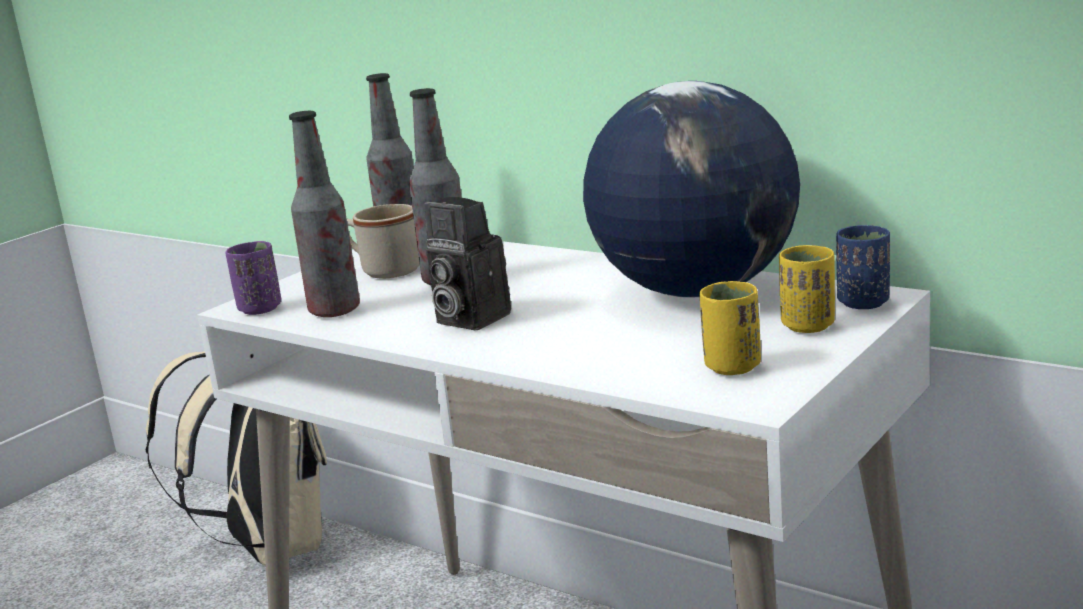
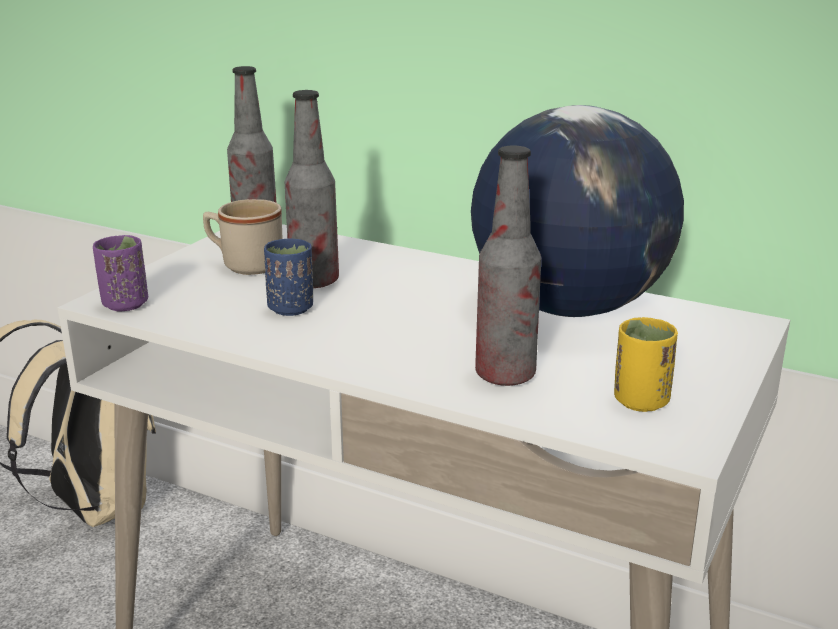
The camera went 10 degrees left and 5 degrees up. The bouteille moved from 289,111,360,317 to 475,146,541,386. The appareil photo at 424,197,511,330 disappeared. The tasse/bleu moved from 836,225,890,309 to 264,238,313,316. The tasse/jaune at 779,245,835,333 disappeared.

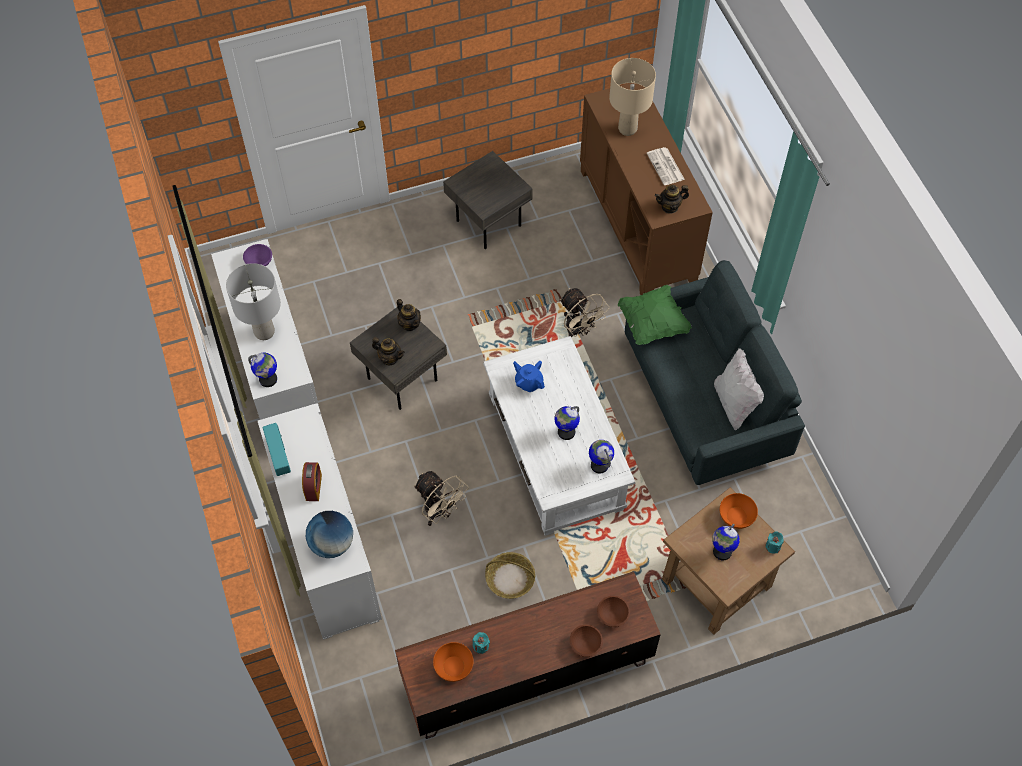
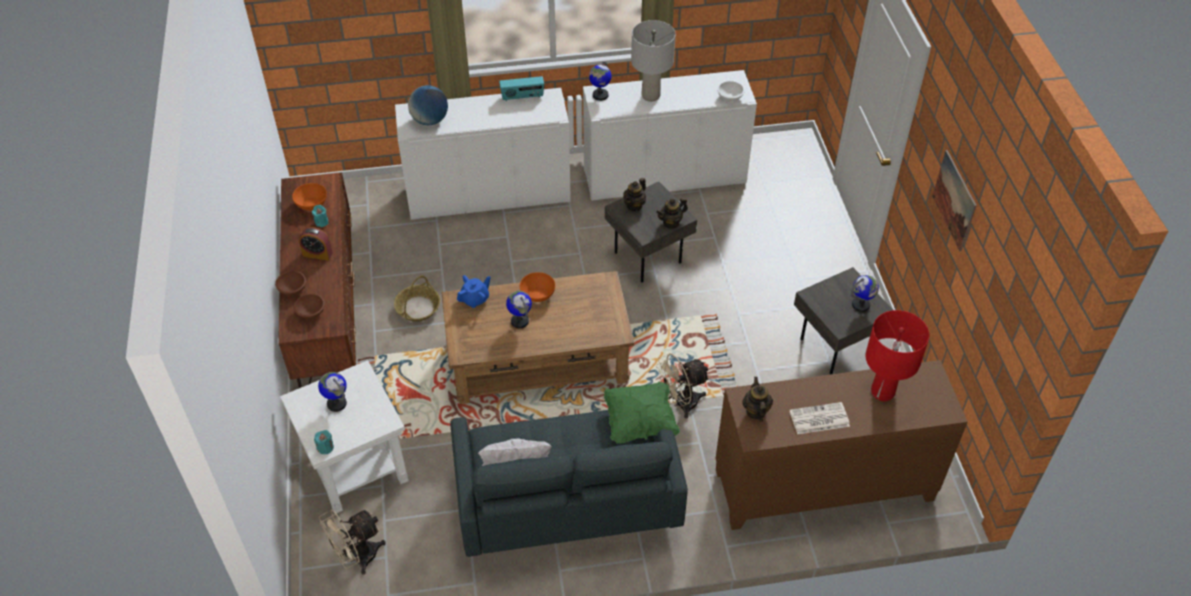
The camera went 100 degrees right and 10 degrees down. The lampe de table/beige at 609,58,656,136 became the lampe de table/rouge at 865,310,929,401. The bol/violet at 243,244,272,266 became the bol/blanc at 717,81,745,101. The table basse/blanc at 483,336,635,536 became the table basse/marron at 441,271,634,404. The théière/bleu moved from 513,361,545,392 to 457,275,491,308. The globe moved from 589,440,614,474 to 851,275,879,312. The réveil moved from 302,462,322,501 to 299,227,333,261. The ventilateur/beige moved from 414,471,468,526 to 319,509,386,575. The table d'appoint/marron at 662,487,795,635 became the table d'appoint/blanc at 280,360,409,514. The bol/orange moved from 720,493,758,529 to 520,272,555,302. The tableau at 932,150,977,251 appeared.

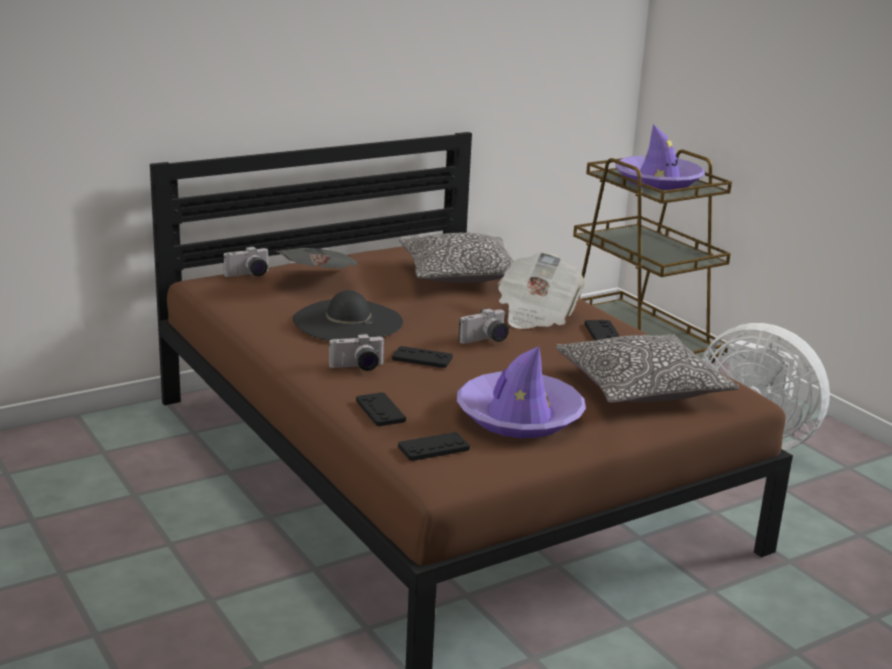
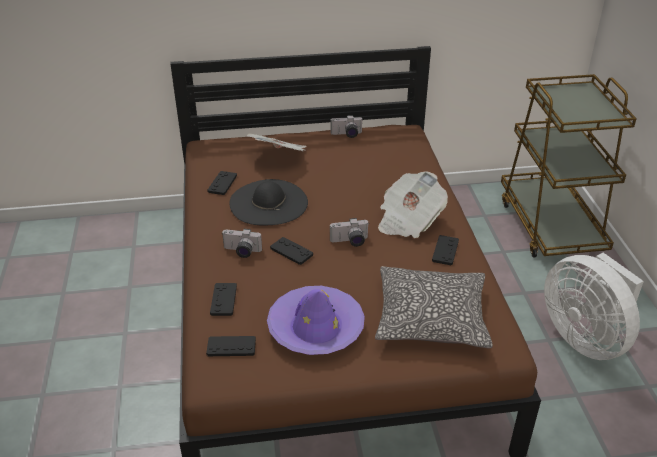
The camera went 25 degrees right and 15 degrees up. The chapeau/violet at 615,124,705,190 disappeared. The coussin at 399,233,514,283 disappeared. The appareil photo moved from 223,246,268,277 to 330,115,363,138. The manette/noir at 207,171,237,195 appeared.

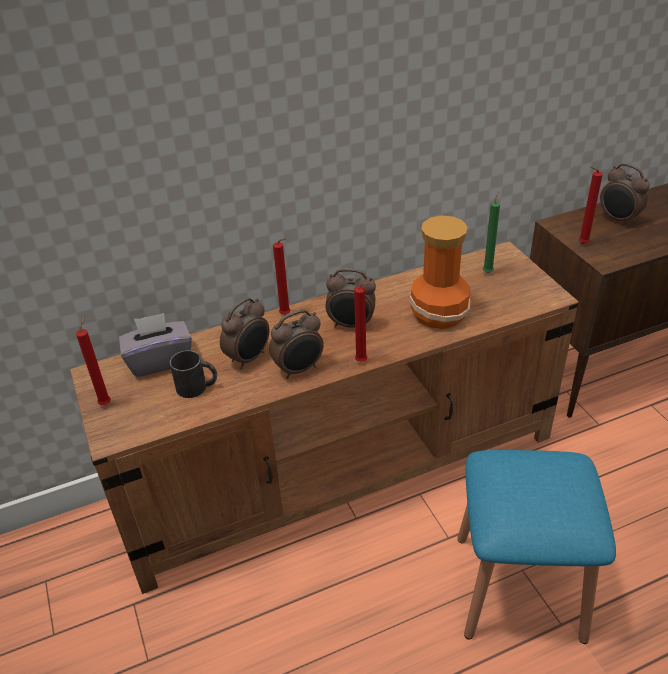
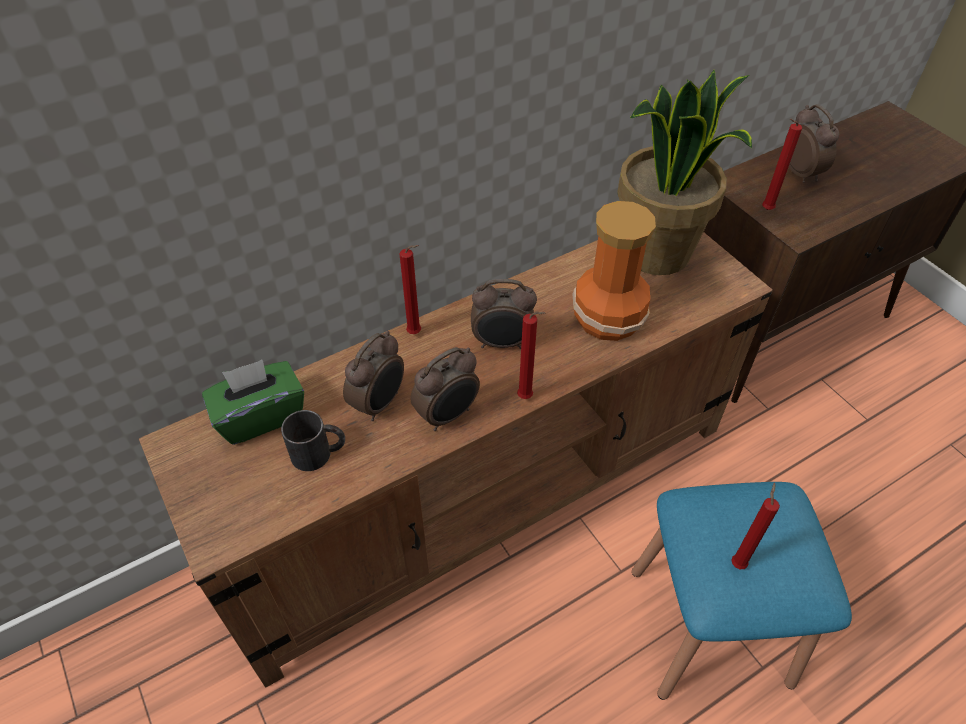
The camera went 10 degrees left and 10 degrees up. The réveil at 600,163,650,226 turned 150 degrees counterclockwise. The bougie/vert at 483,191,500,273 was replaced by the plante en pot at 617,70,752,275. The boîte à mouchoirs/gris at 119,313,192,377 became the boîte à mouchoirs/vert at 202,359,304,445. The bougie/rouge moved from 76,317,111,405 to 731,483,780,569.

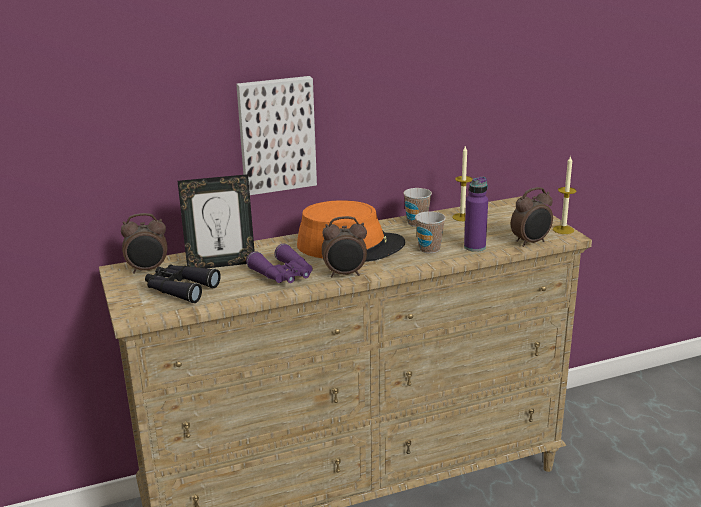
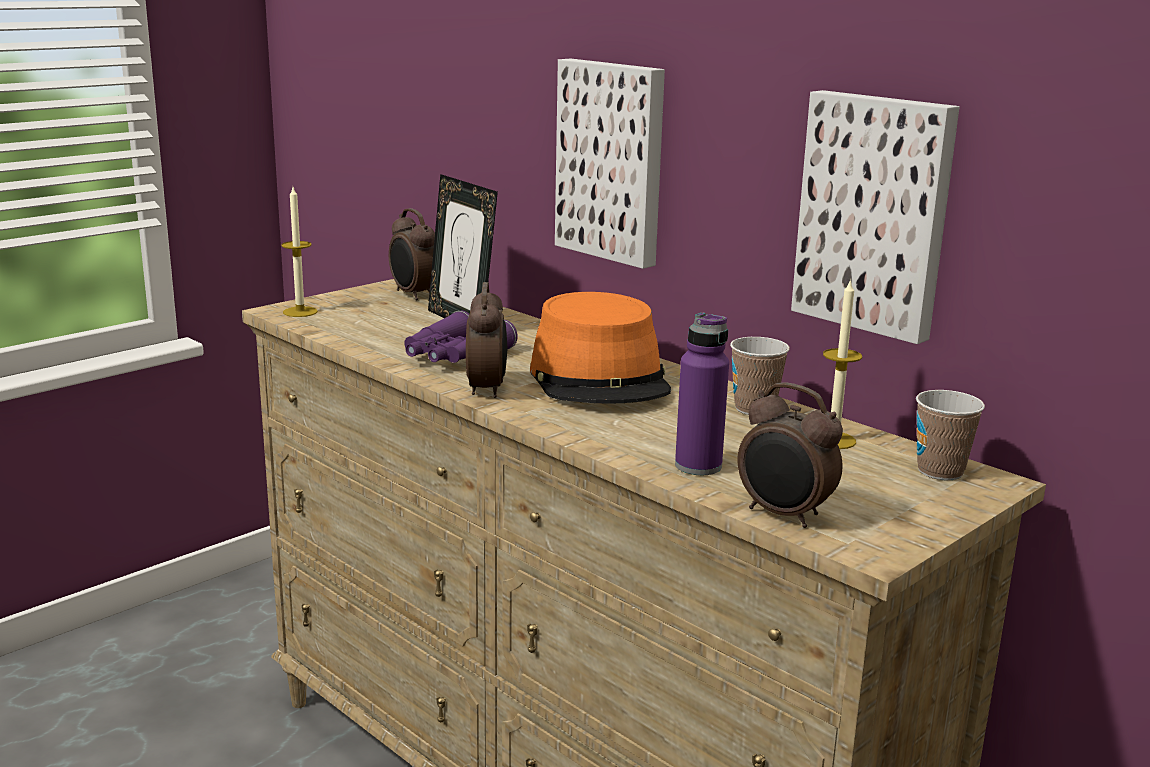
The camera went 65 degrees right and 5 degrees down. The bougie moved from 553,155,577,234 to 281,187,318,317. The tasse moved from 415,211,446,254 to 916,390,985,480. The réveil at 322,216,367,277 turned 150 degrees counterclockwise. The jumelles/noir at 145,264,221,303 disappeared. The tableau at 791,90,960,344 appeared.

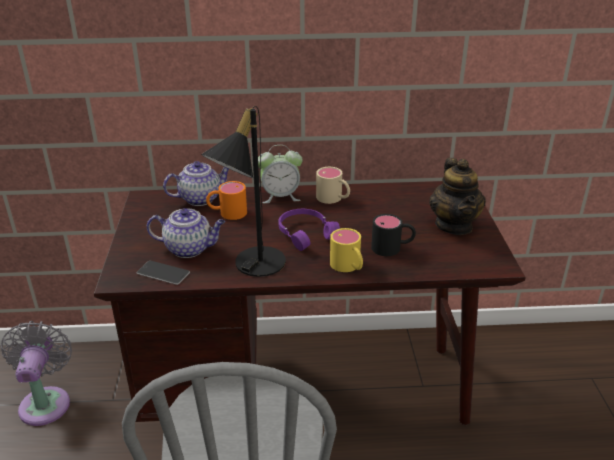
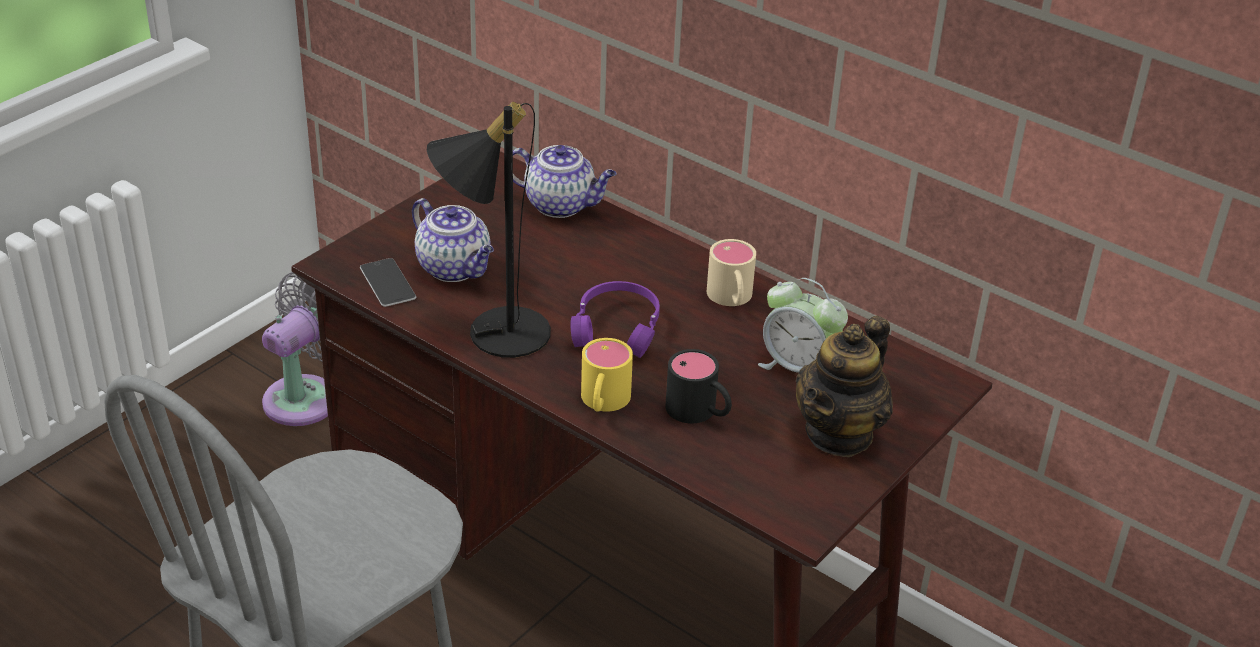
The camera went 40 degrees right and 5 degrees up. The réveil moved from 258,145,303,203 to 758,278,848,373. The mug/orange at 206,181,247,220 disappeared.

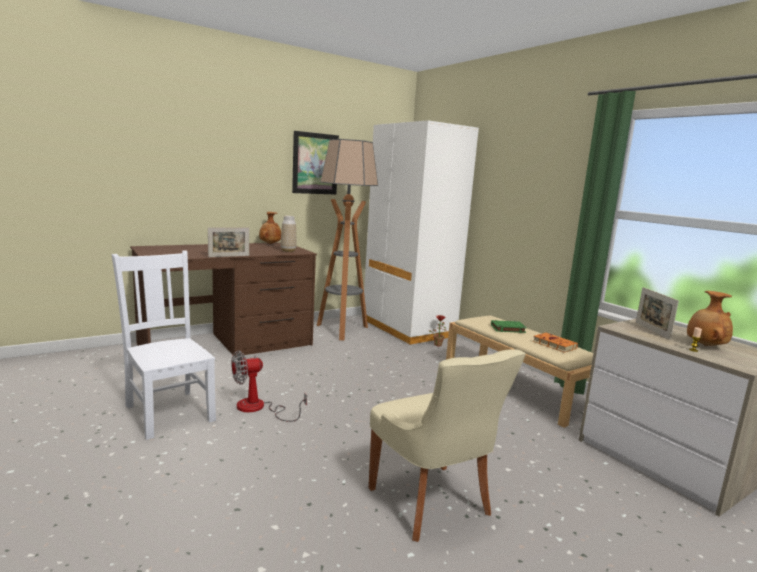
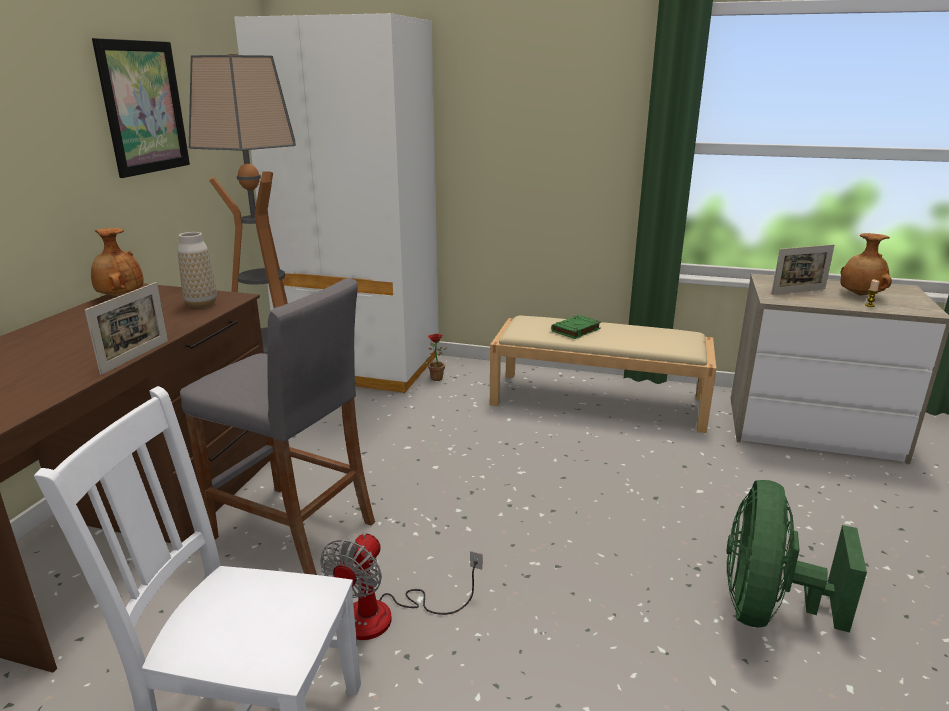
The camera went 40 degrees left and 10 degrees up. The cadre photo at 636,287,679,340 turned 60 degrees counterclockwise. The livre/orange at 533,333,578,353 disappeared. The chaise/beige at 369,349,526,542 was replaced by the ventilateur/vert at 727,480,867,632. The tabouret/gris at 180,278,375,575 appeared.

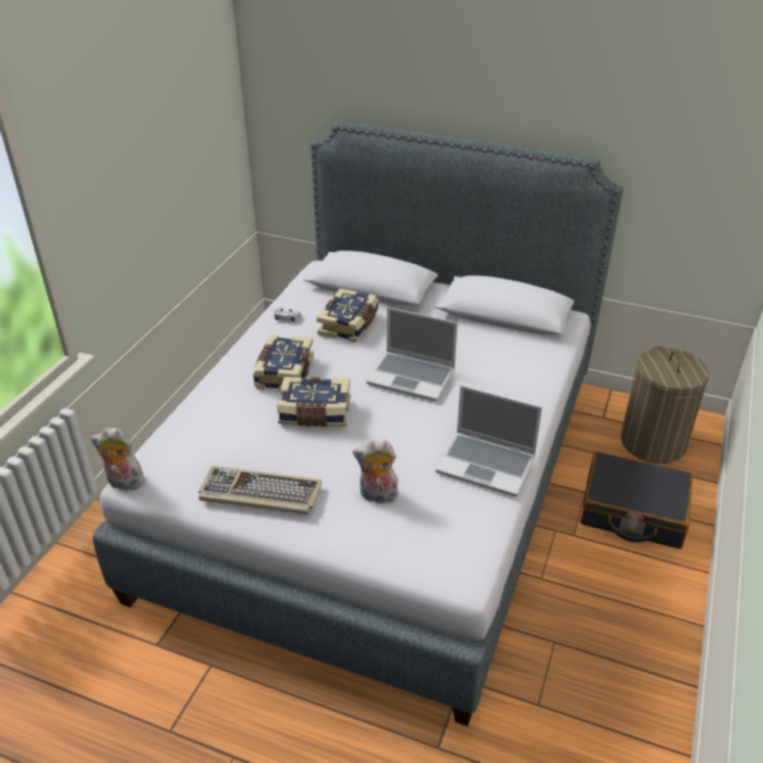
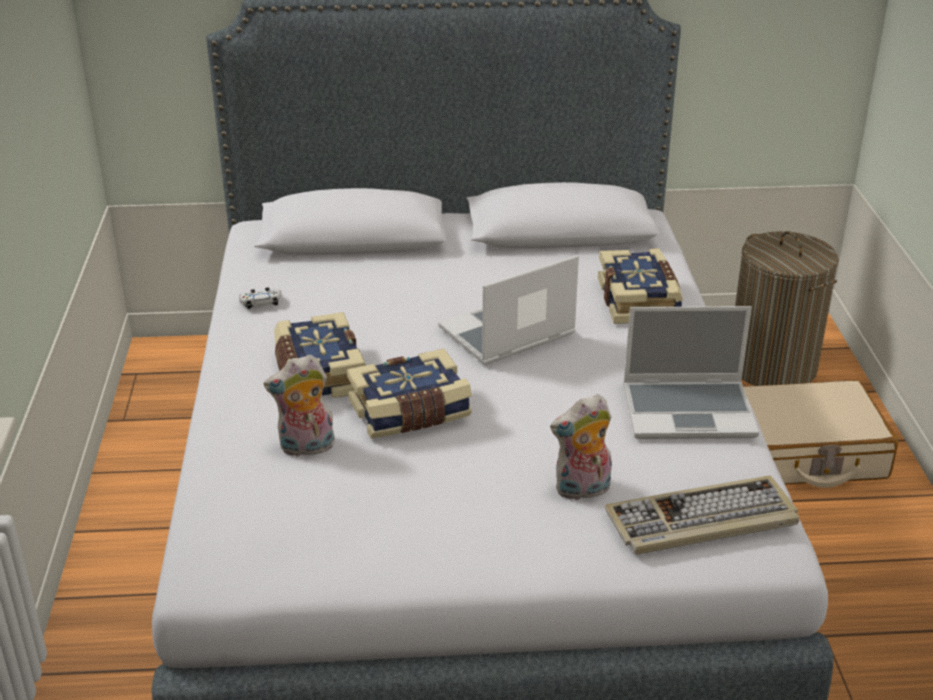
The camera went 25 degrees left and 5 degrees down. The livre moved from 317,288,378,343 to 598,248,683,324. The ordinateur portable at 367,307,458,401 turned 150 degrees clockwise. The peluche moved from 90,428,145,491 to 264,355,336,457. The valise/noir at 580,451,693,549 became the valise/beige at 743,380,898,488. The clavier moved from 199,466,322,515 to 604,475,799,555.

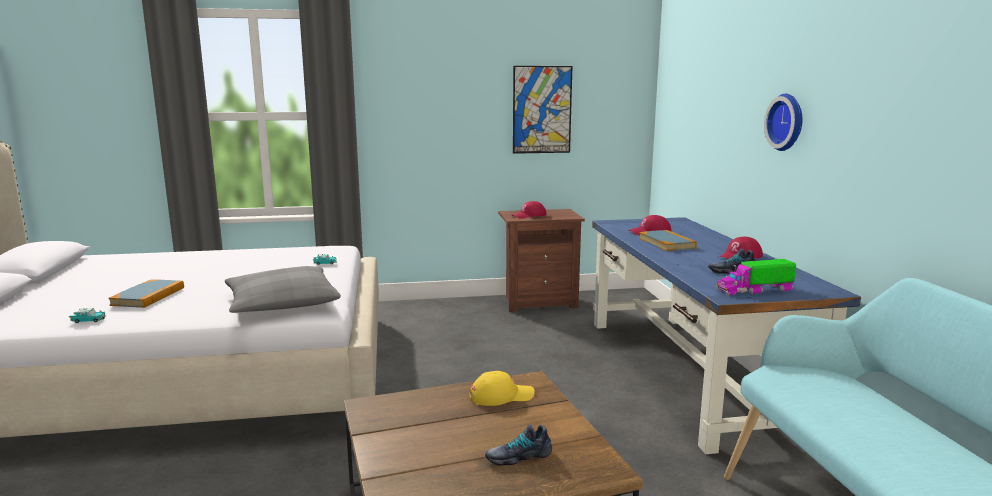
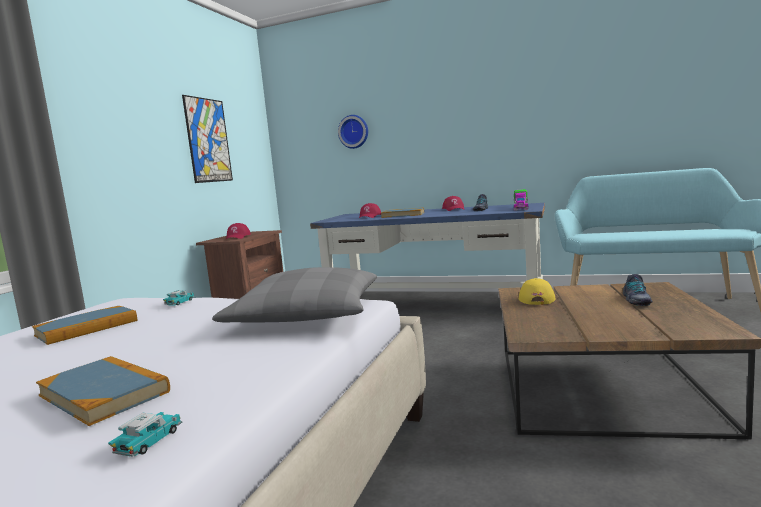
The camera went 60 degrees left and 5 degrees down. The horloge murale moved from 764,94,802,151 to 338,115,368,149. The livre at 32,306,137,345 appeared.

